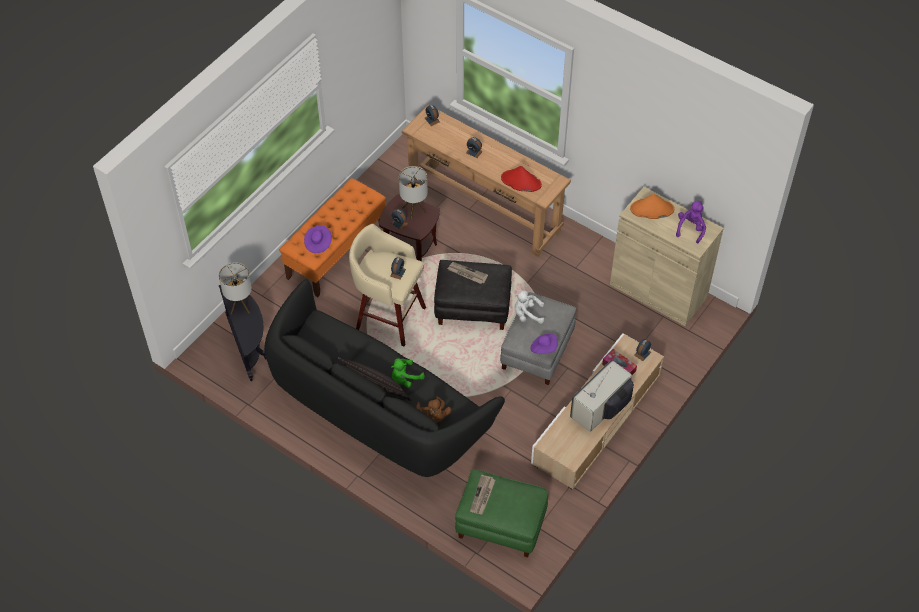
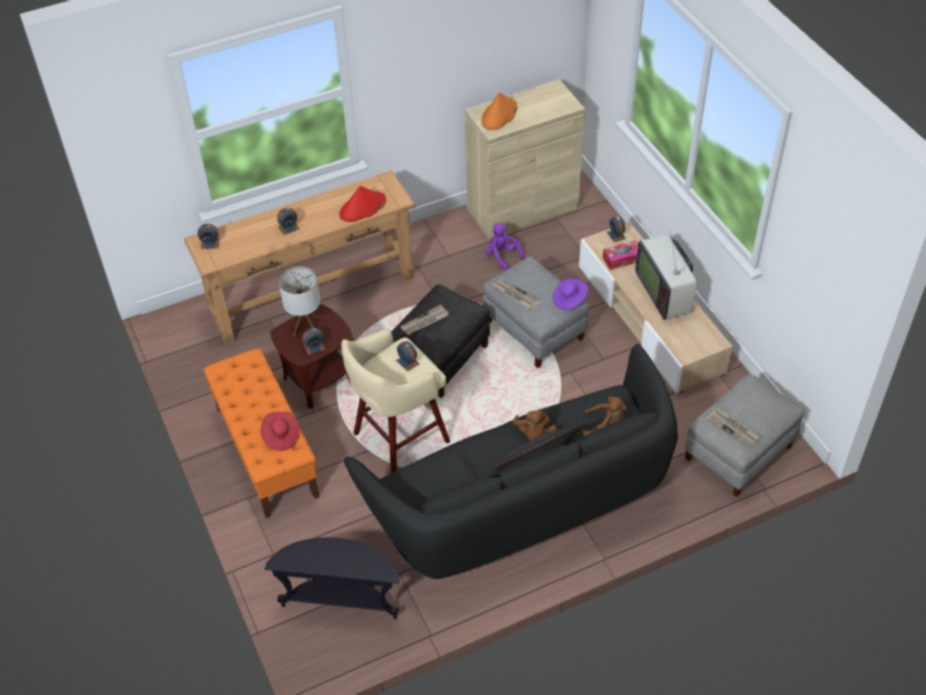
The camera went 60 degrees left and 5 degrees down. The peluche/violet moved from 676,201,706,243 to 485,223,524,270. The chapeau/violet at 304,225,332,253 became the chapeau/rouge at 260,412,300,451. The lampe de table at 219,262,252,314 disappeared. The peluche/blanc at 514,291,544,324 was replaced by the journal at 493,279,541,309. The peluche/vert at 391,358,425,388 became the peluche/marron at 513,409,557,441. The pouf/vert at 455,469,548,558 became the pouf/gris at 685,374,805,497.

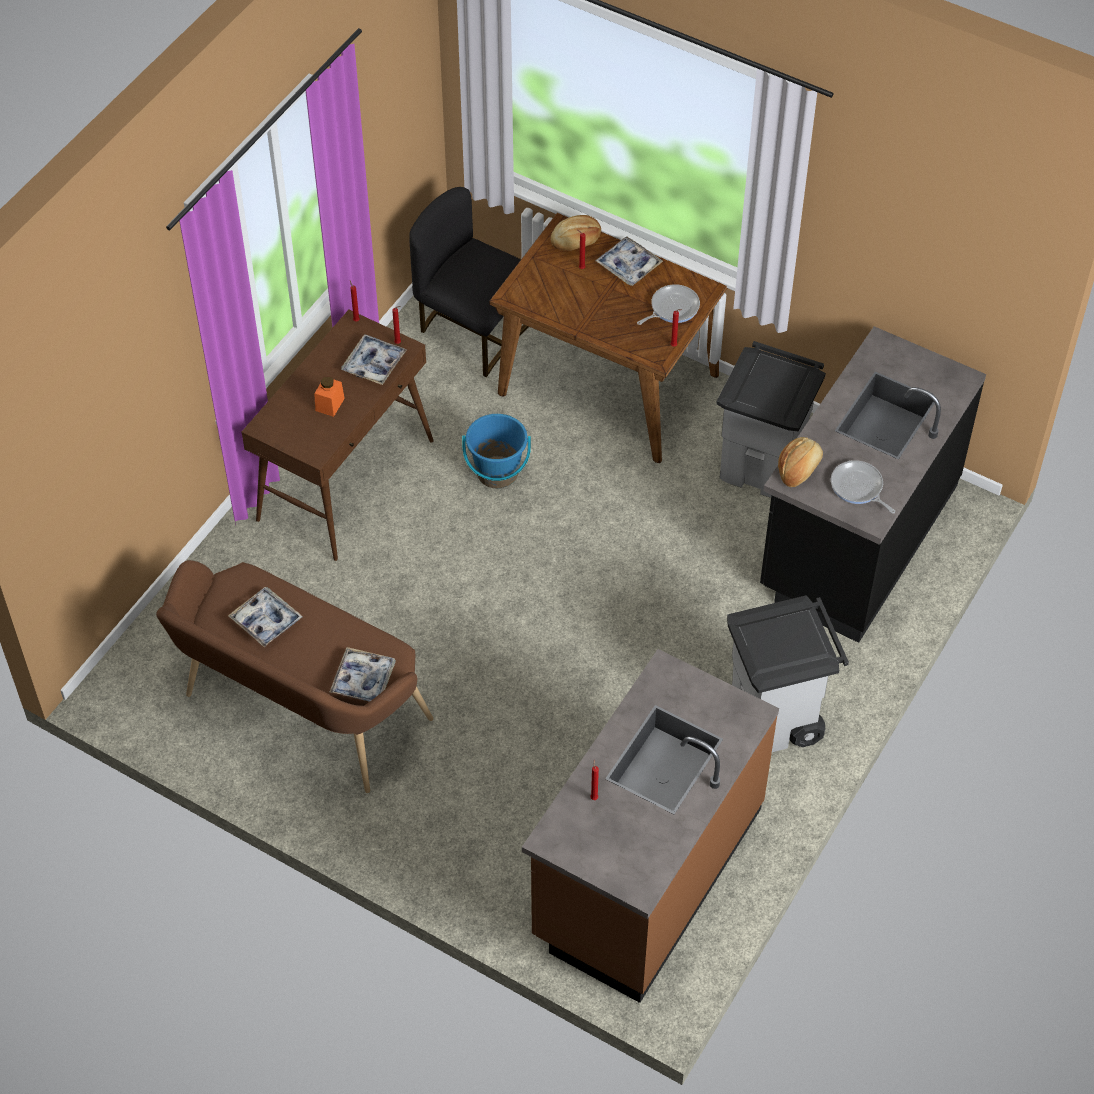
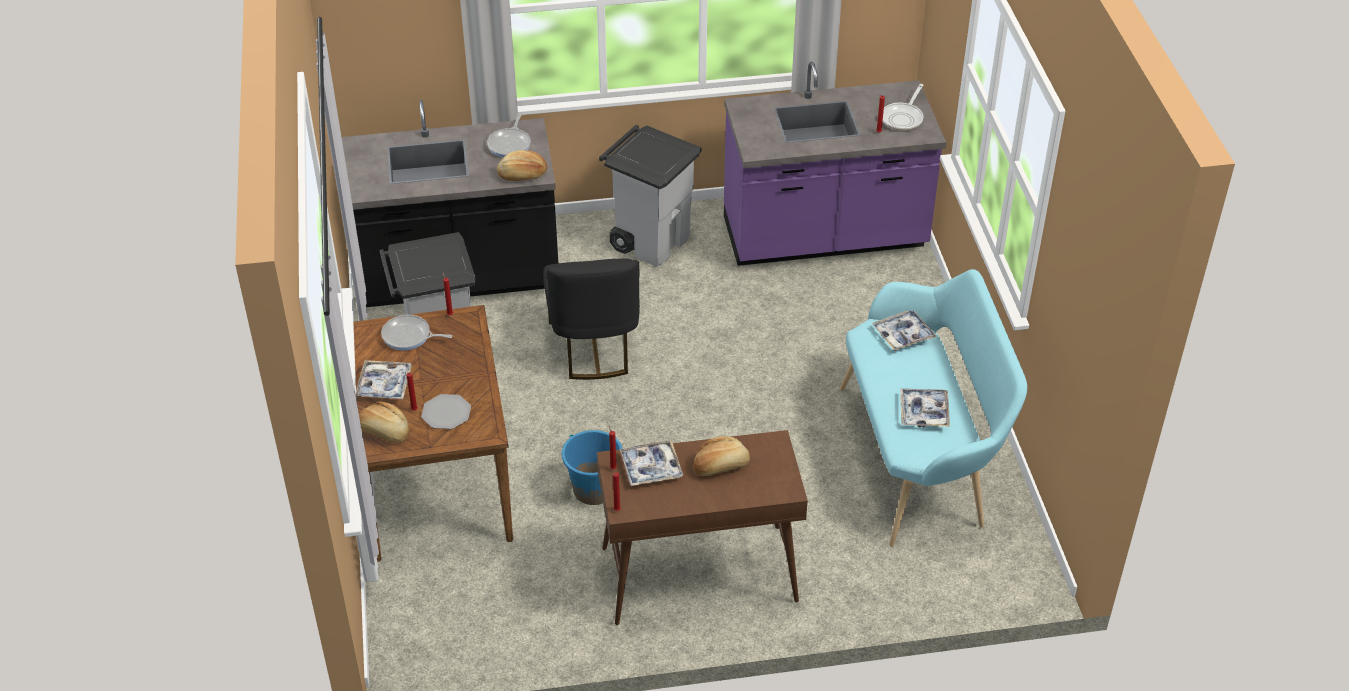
The camera went 130 degrees left and 10 degrees down. The chaise/noir moved from 409,187,529,377 to 543,259,640,380. The bocal/orange at 314,377,345,417 was replaced by the pain at 693,436,750,476. The banc/marron at 156,560,433,793 became the banc/turquoise at 840,269,1027,547. The comptoir de cuisine/marron at 522,649,779,1003 became the comptoir de cuisine/violet at 724,62,946,266. The poêle at 882,84,923,131 appeared. The assiette at 421,394,471,429 appeared.

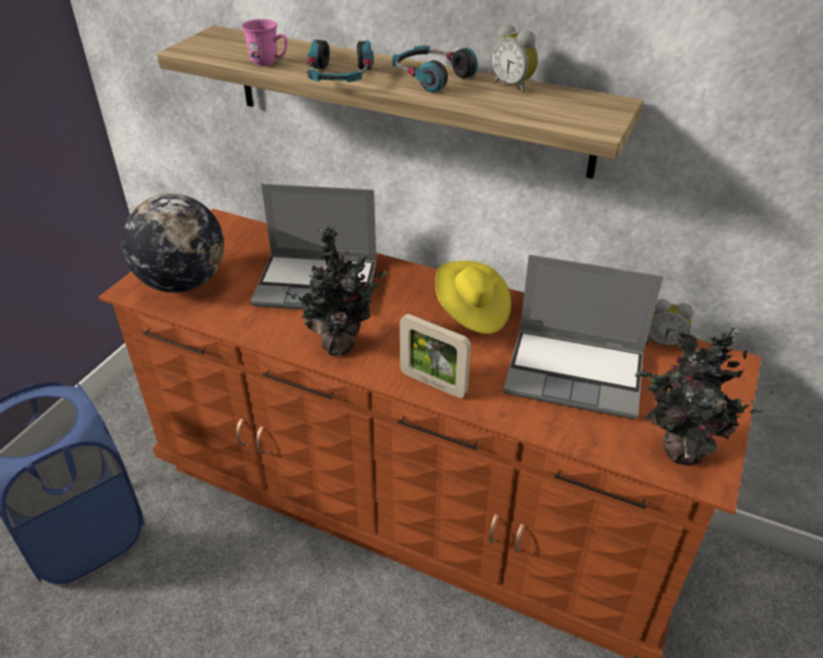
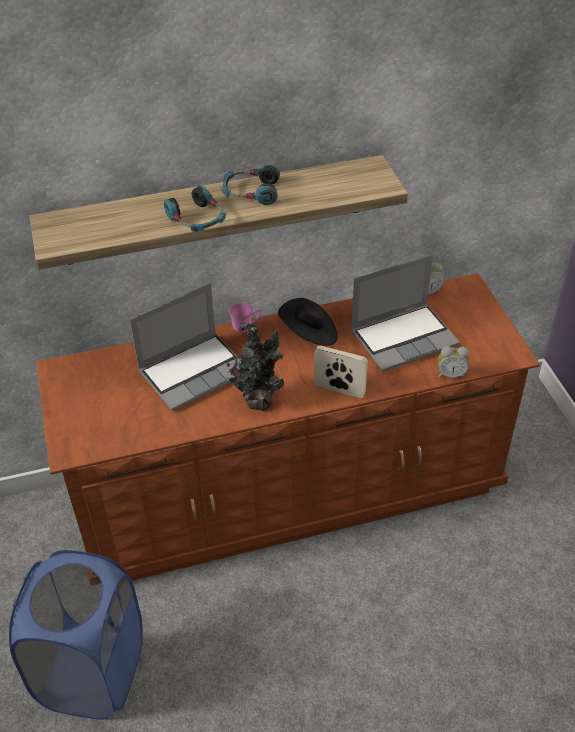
The camera went 40 degrees left and 5 degrees up. The mug/rose moved from 242,19,287,66 to 229,303,261,333. The réveil moved from 491,24,538,93 to 438,346,469,379. The globe at 121,194,224,293 disappeared. The chapeau/jaune at 435,261,511,334 became the chapeau/noir at 278,298,338,346. The cadre photo at 400,314,471,398 turned 150 degrees counterclockwise. The plante en pot at 635,326,773,465 disappeared.

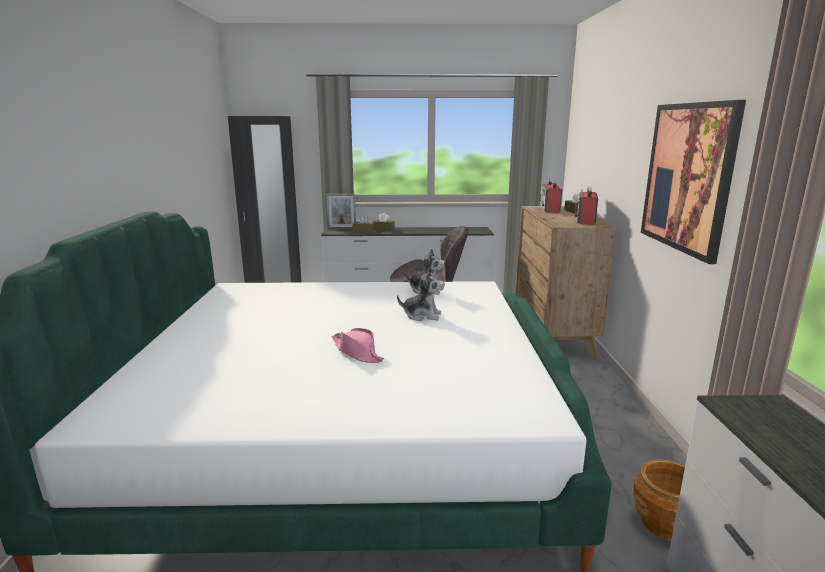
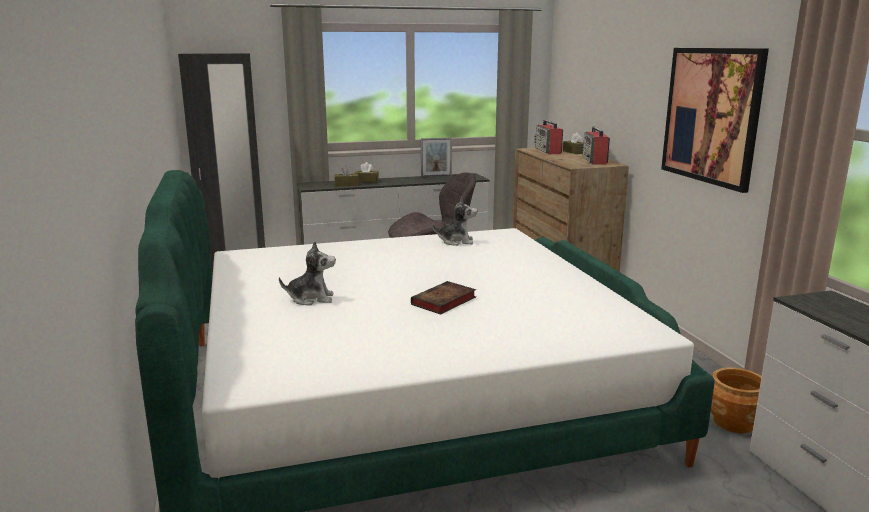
The camera went 15 degrees left and 0 degrees up. The cadre photo moved from 326,194,356,229 to 421,138,452,177. The peluche moved from 397,267,445,321 to 279,241,336,306. The chapeau/rose at 332,328,384,363 was replaced by the livre at 411,281,476,315.

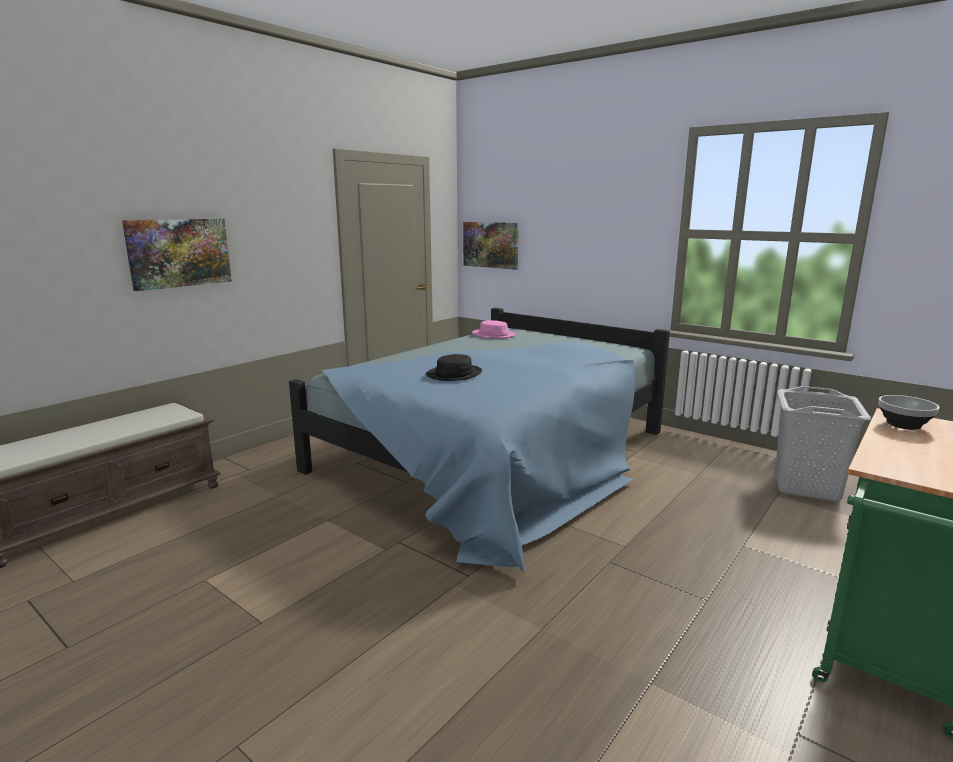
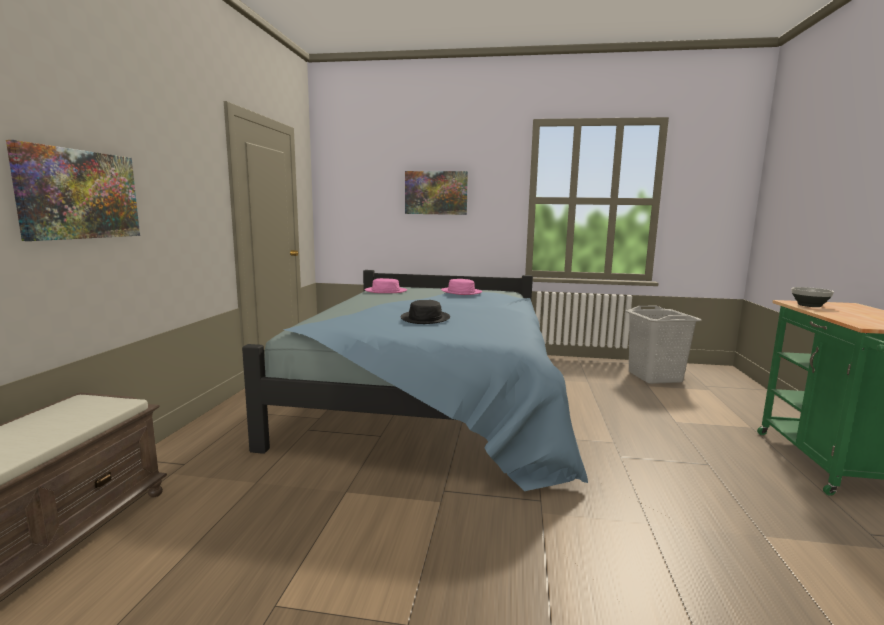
The camera went 30 degrees left and 5 degrees down. The tableau moved from 463,222,519,270 to 405,171,468,215. The chapeau/rose at 441,279,482,295 appeared.

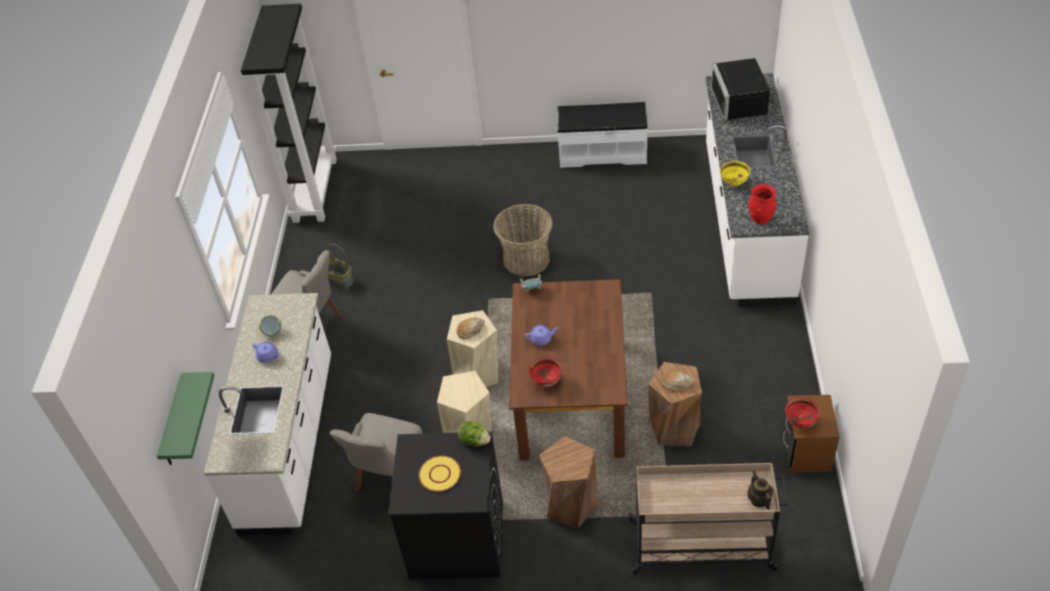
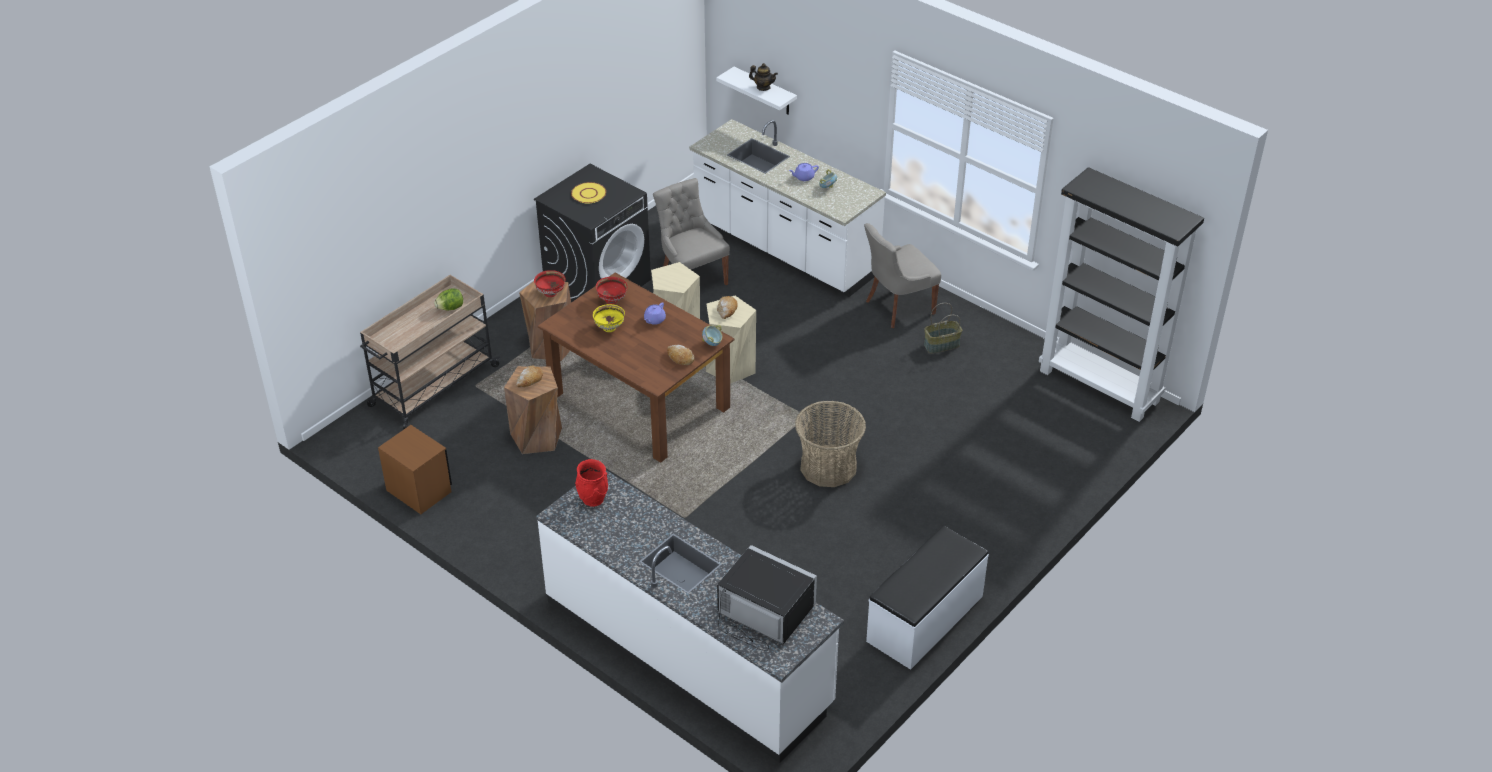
The camera went 125 degrees right and 5 degrees down. The bol/jaune moved from 720,161,751,187 to 593,304,625,332. The étagère/vert at 157,372,214,465 became the étagère/blanc at 716,67,797,115. The bol/rouge moved from 785,397,820,428 to 534,270,565,297. The laitue moved from 458,421,490,446 to 434,288,463,310. The théière moved from 747,471,773,510 to 749,63,778,91. The pain at 667,345,695,365 appeared.

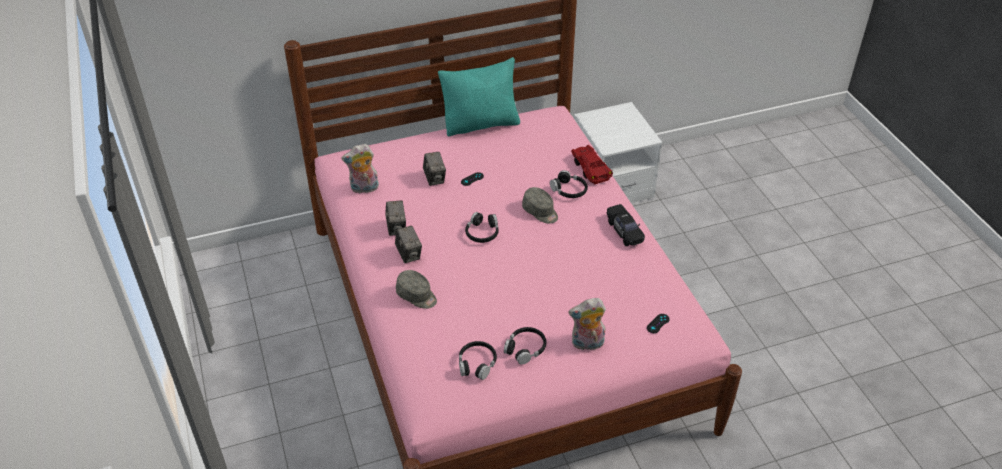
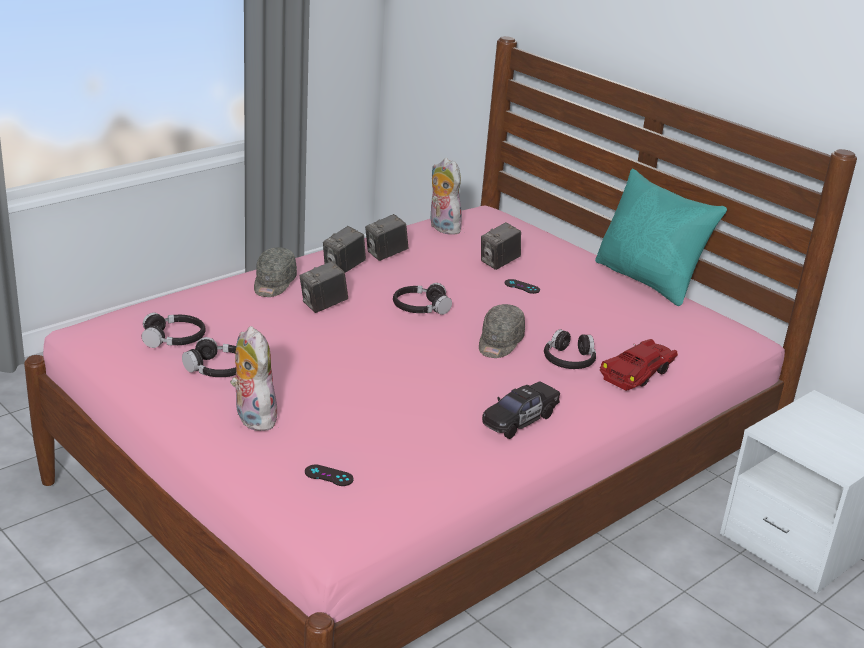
The camera went 65 degrees right and 15 degrees down. The appareil photo at 300,261,348,313 appeared.

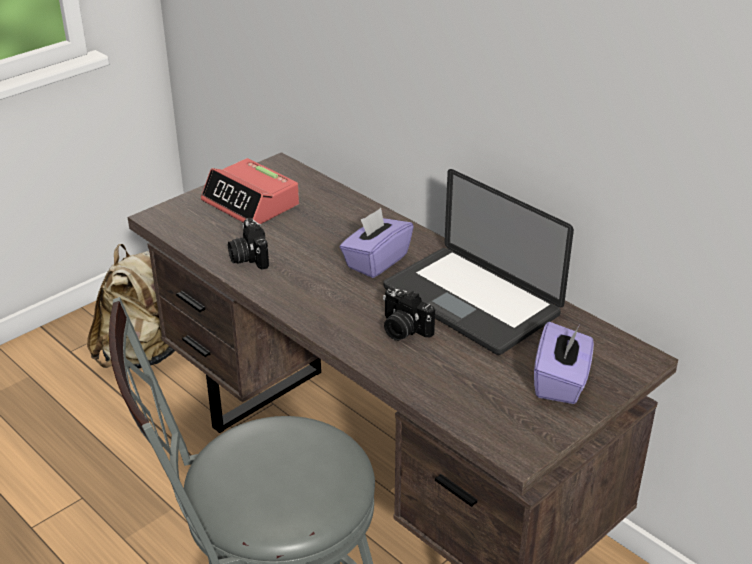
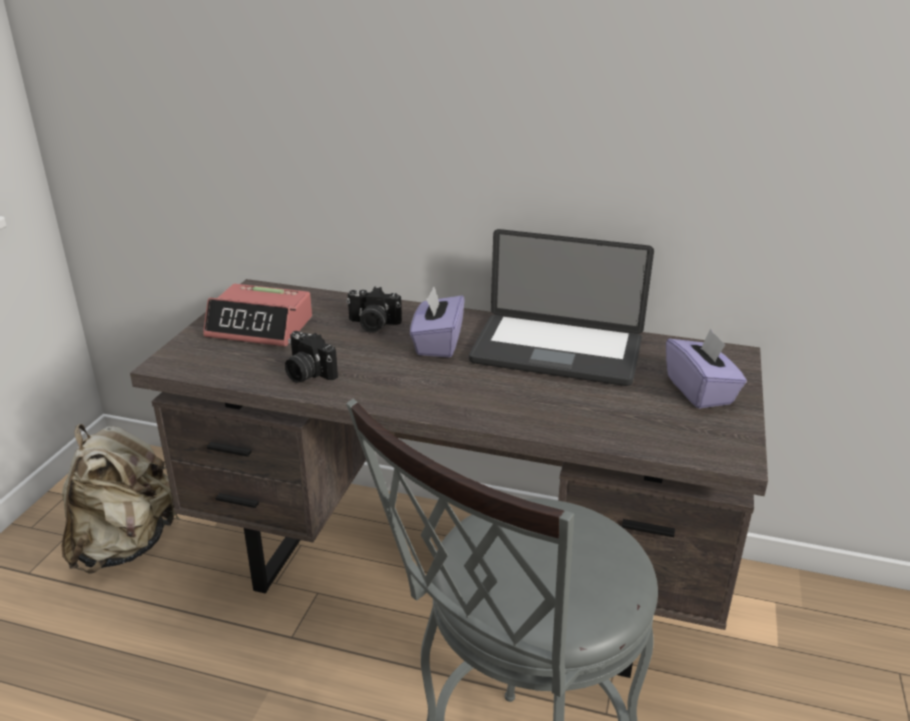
The camera went 30 degrees left and 5 degrees down. The appareil photo moved from 383,287,435,341 to 347,287,402,333.

